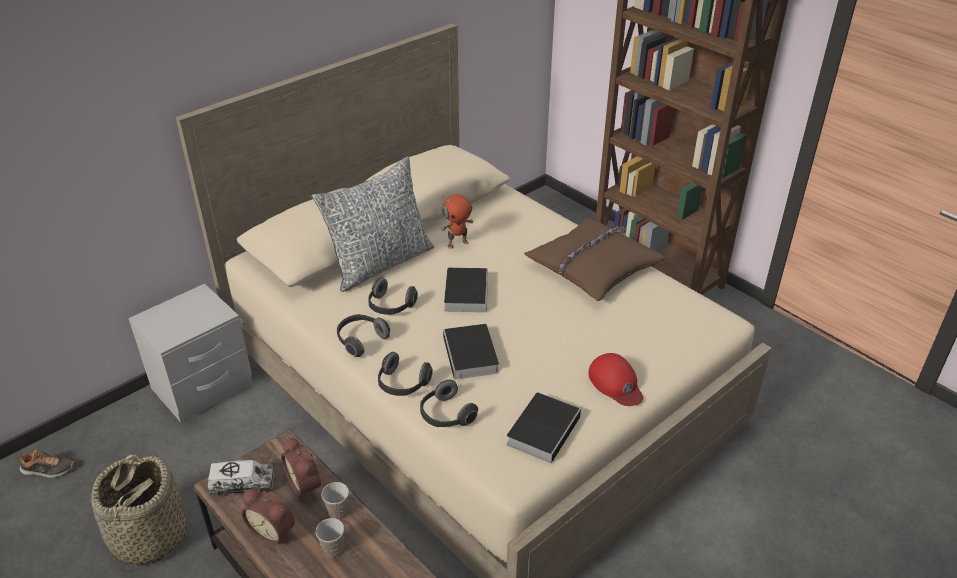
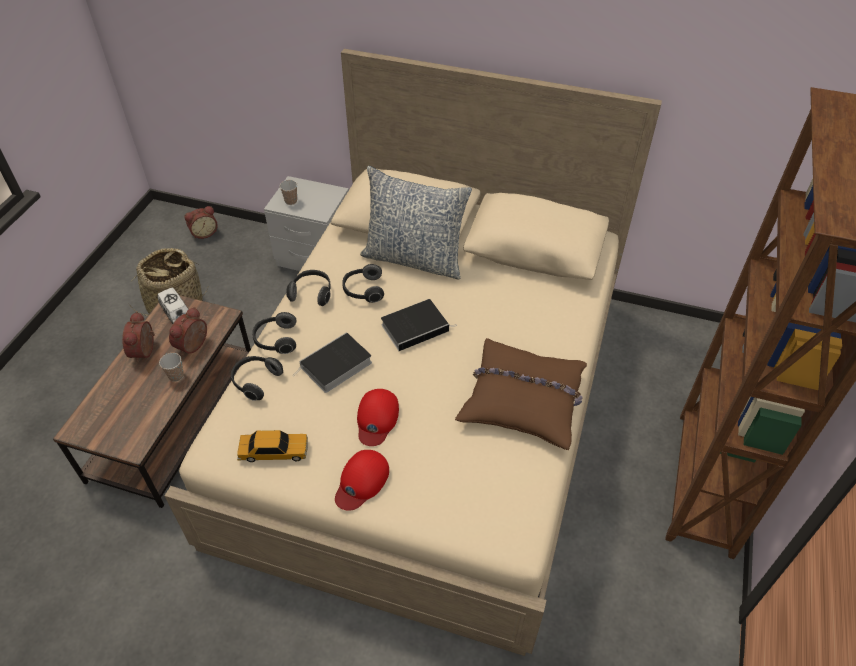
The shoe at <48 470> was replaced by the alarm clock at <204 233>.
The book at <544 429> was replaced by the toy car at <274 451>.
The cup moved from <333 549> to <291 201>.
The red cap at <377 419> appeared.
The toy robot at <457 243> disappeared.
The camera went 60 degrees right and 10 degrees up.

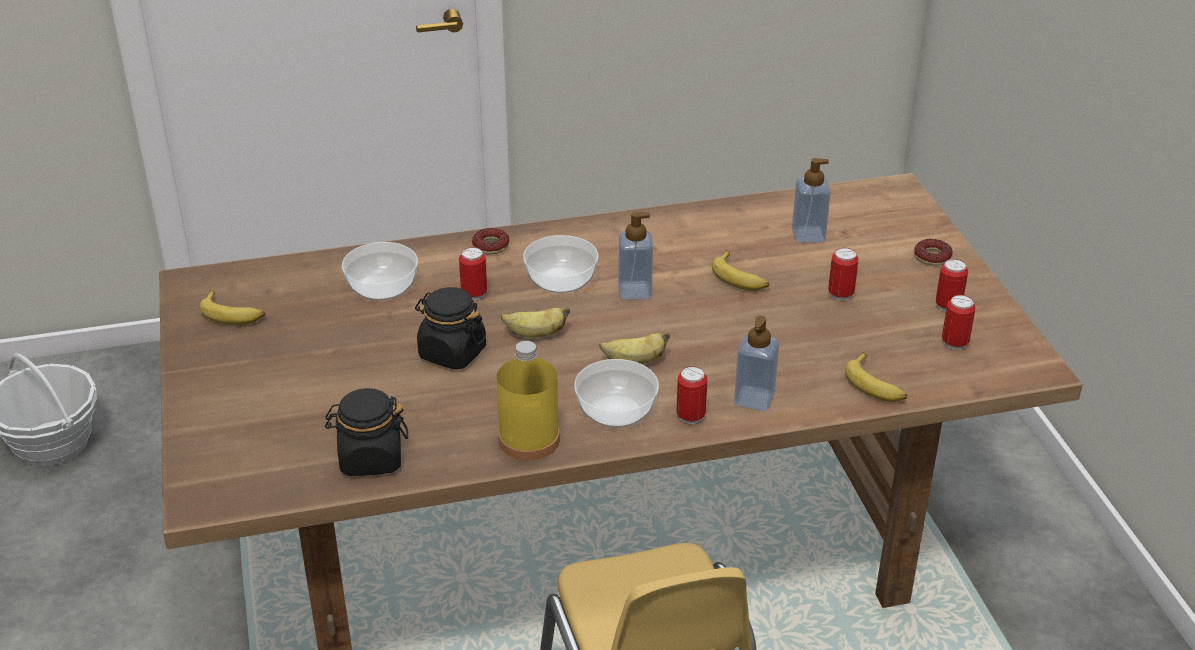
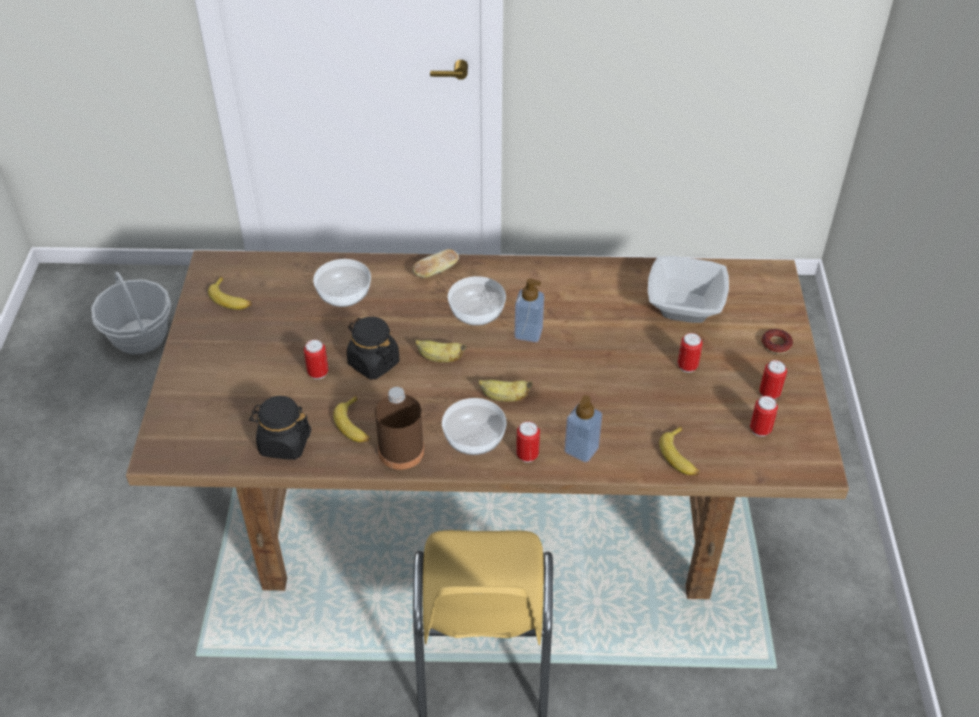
The can moved from <474 294> to <318 373>.
The banana moved from <740 278> to <354 425>.
The yellow bottle at <529 440> became the brown bottle at <401 451>.
The donut at <491 246> was replaced by the bread at <436 271>.
The soap dispenser at <808 235> was replaced by the bowl at <684 305>.
The camera went 15 degrees right and 10 degrees up.

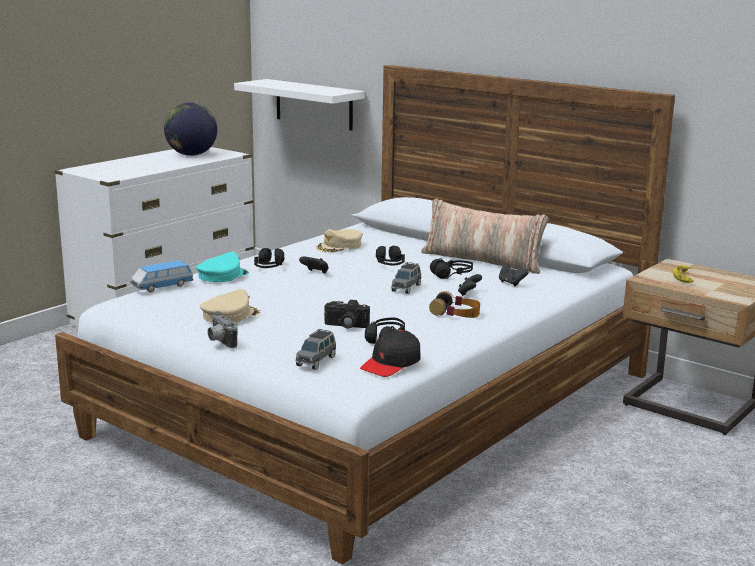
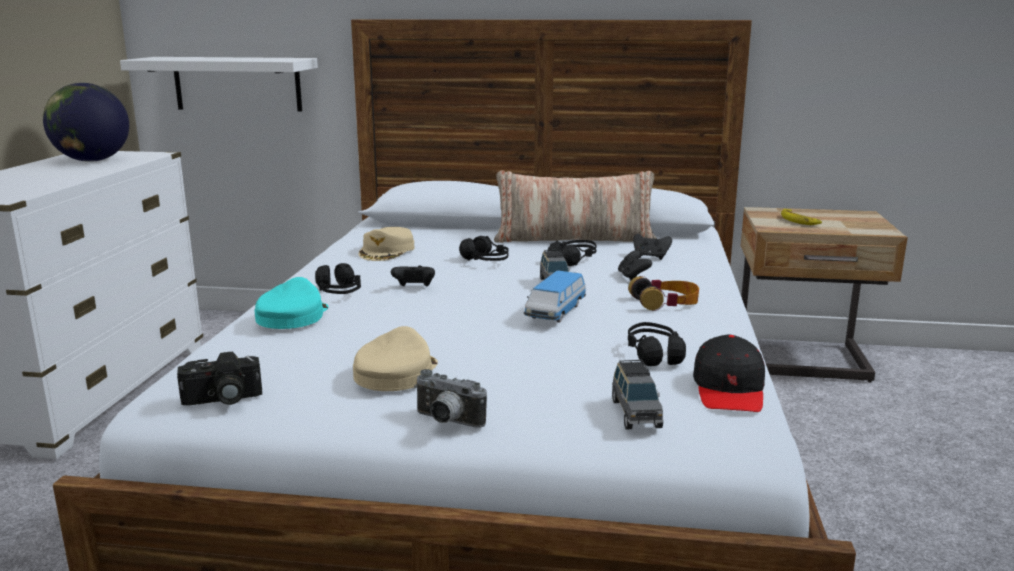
The photo camera moved from <345 326> to <222 399>.
The toy car moved from <162 286> to <555 312>.
The camera went 30 degrees left and 0 degrees up.

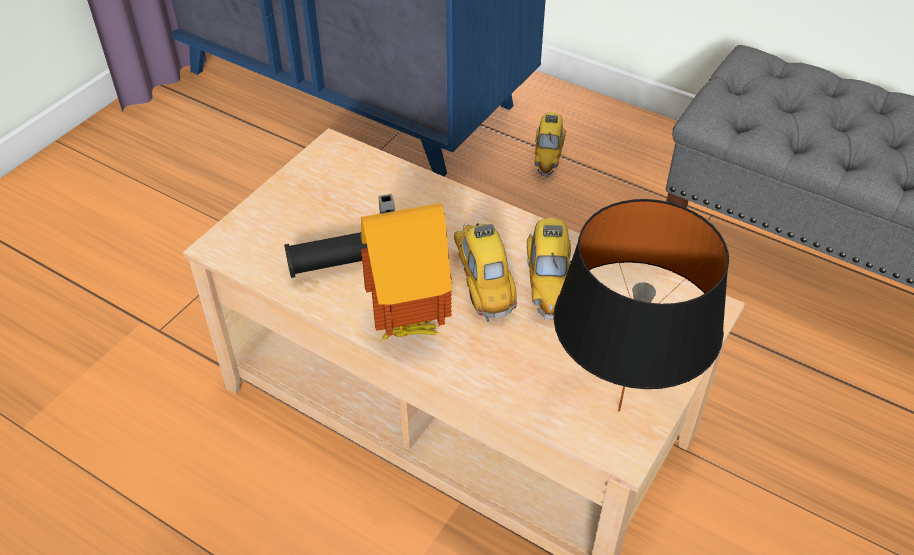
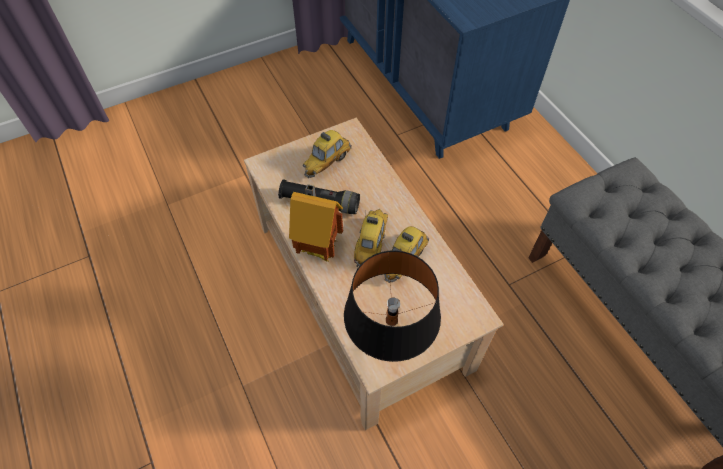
The toy car moved from <548 157> to <327 162>.
The camera went 30 degrees right and 10 degrees up.

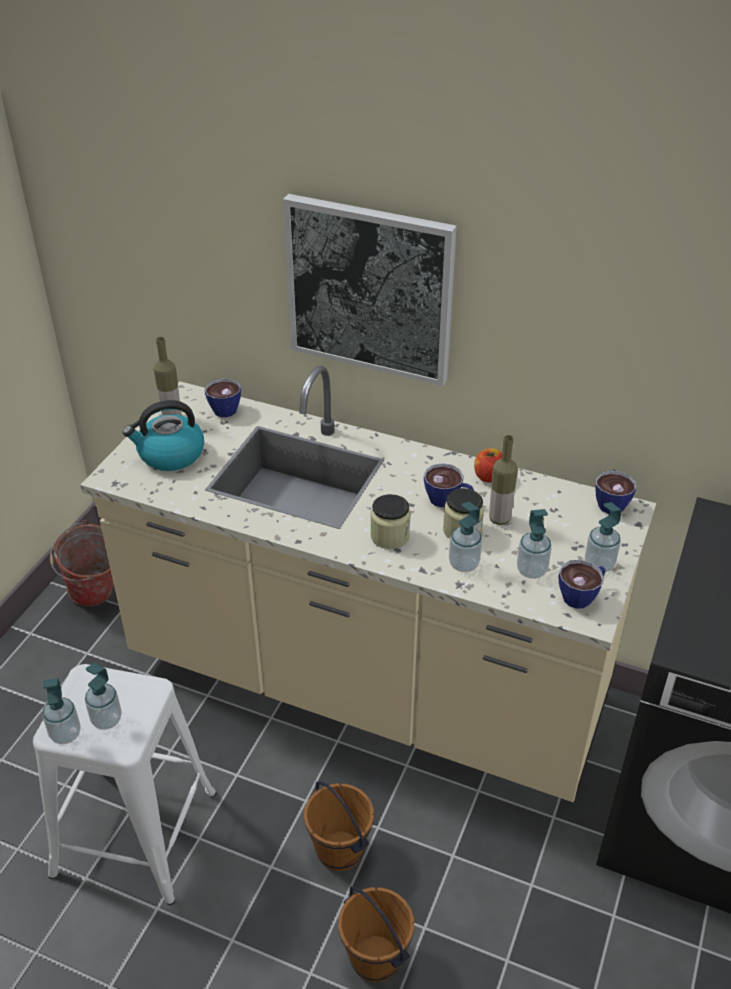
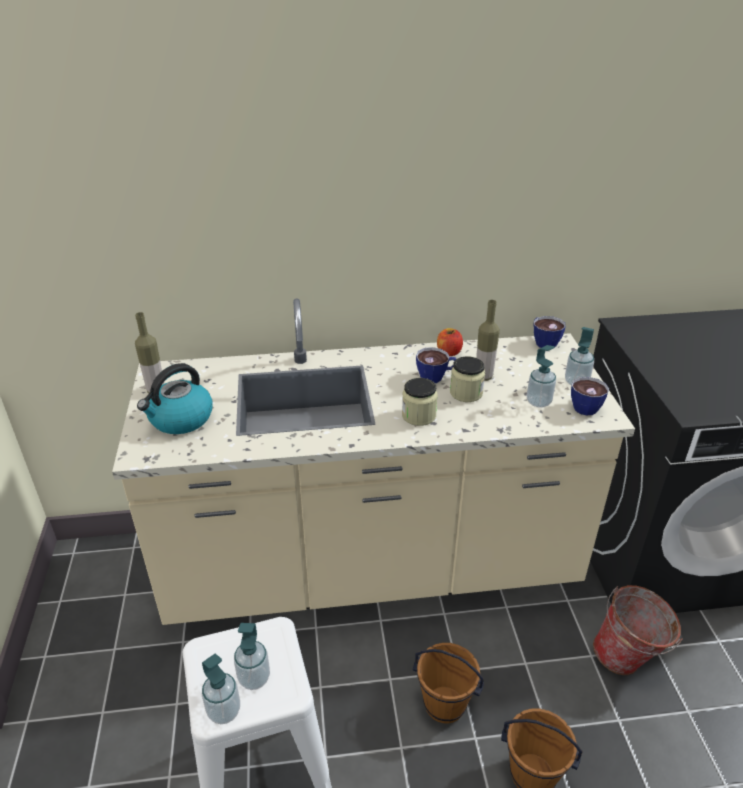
The bucket moved from <96 598> to <628 660>.
The cup at <223 407> disappeared.
The picture at <370 289> disappeared.
The soap dispenser at <463 564> disappeared.
The camera went 30 degrees left and 5 degrees down.

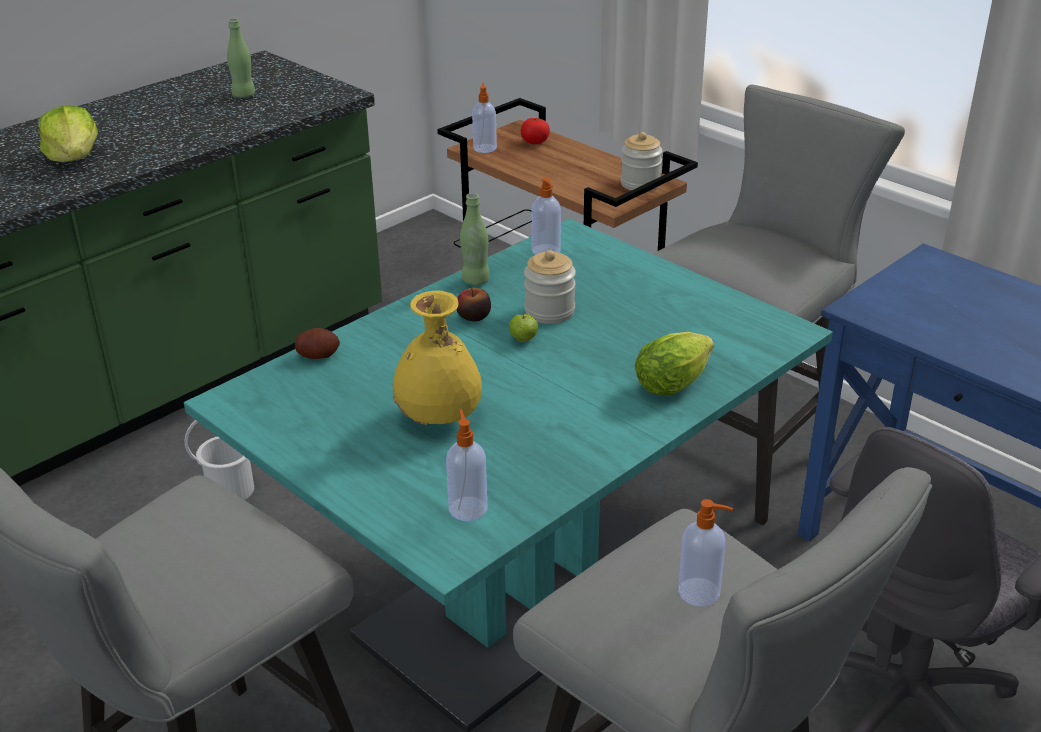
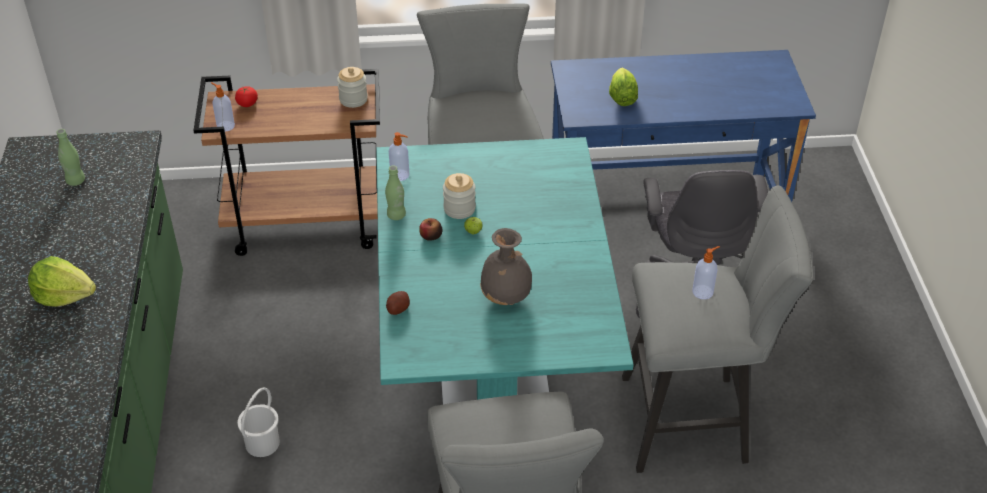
The yellow vase at <439 419> became the grey vase at <506 297>.
The lettuce moved from <676 382> to <622 96>.
The soap dispenser at <467 508> disappeared.
The camera went 50 degrees left and 10 degrees up.

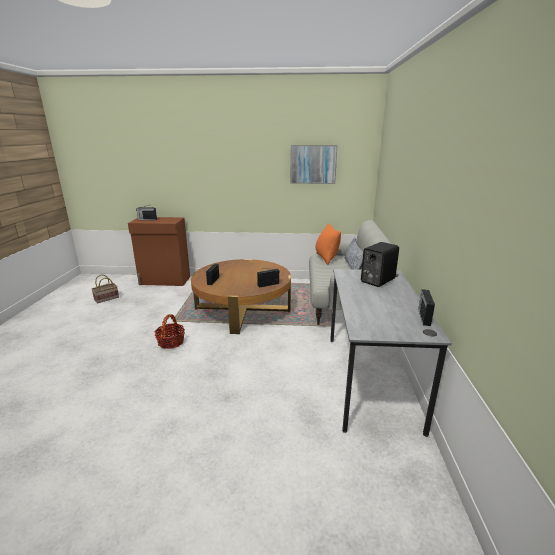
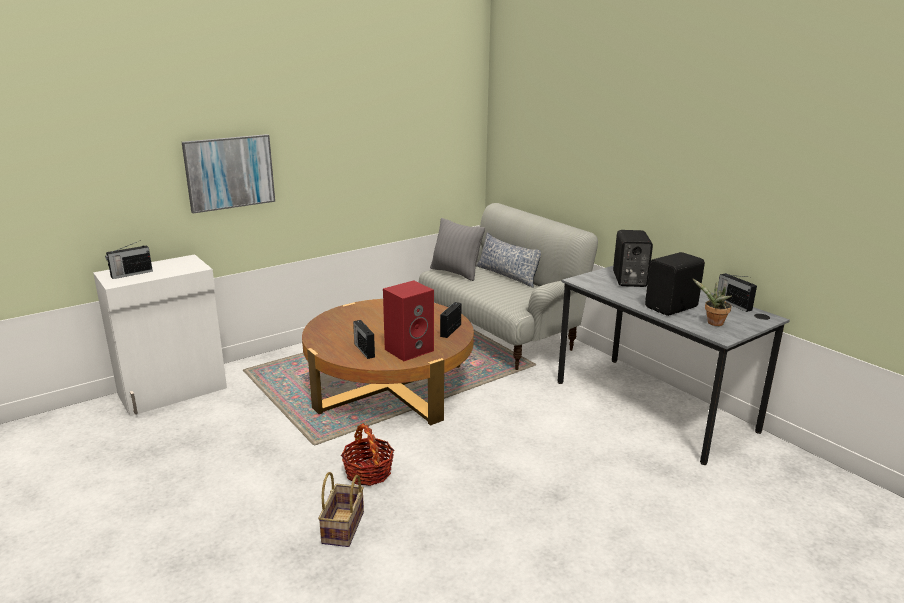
The brown cabinet at <165 281> became the white cabinet at <174 391>.
The picture moved from <313 164> to <229 172>.
The basket moved from <106 299> to <344 528>.
The red speaker at <409 349> appeared.
The orange pillow at <326 258> became the grey pillow at <456 273>.
The black speaker at <672 307> appeared.
The potted plant at <713 323> appeared.
The camera went 40 degrees left and 0 degrees up.

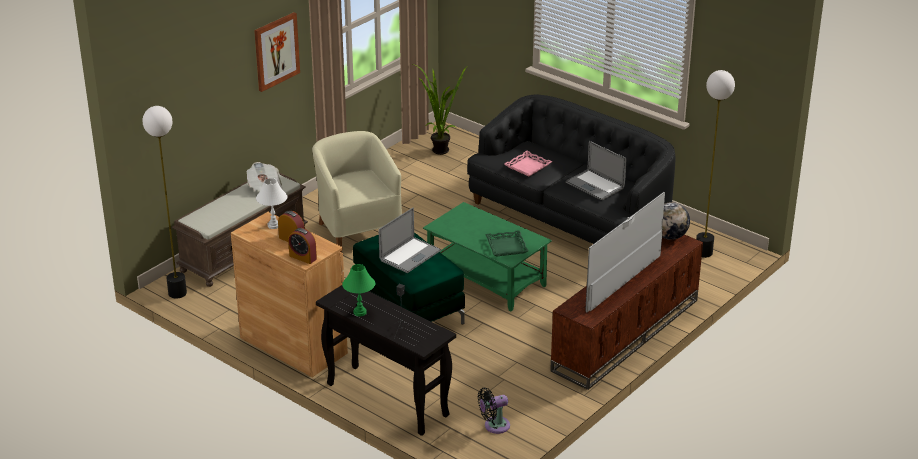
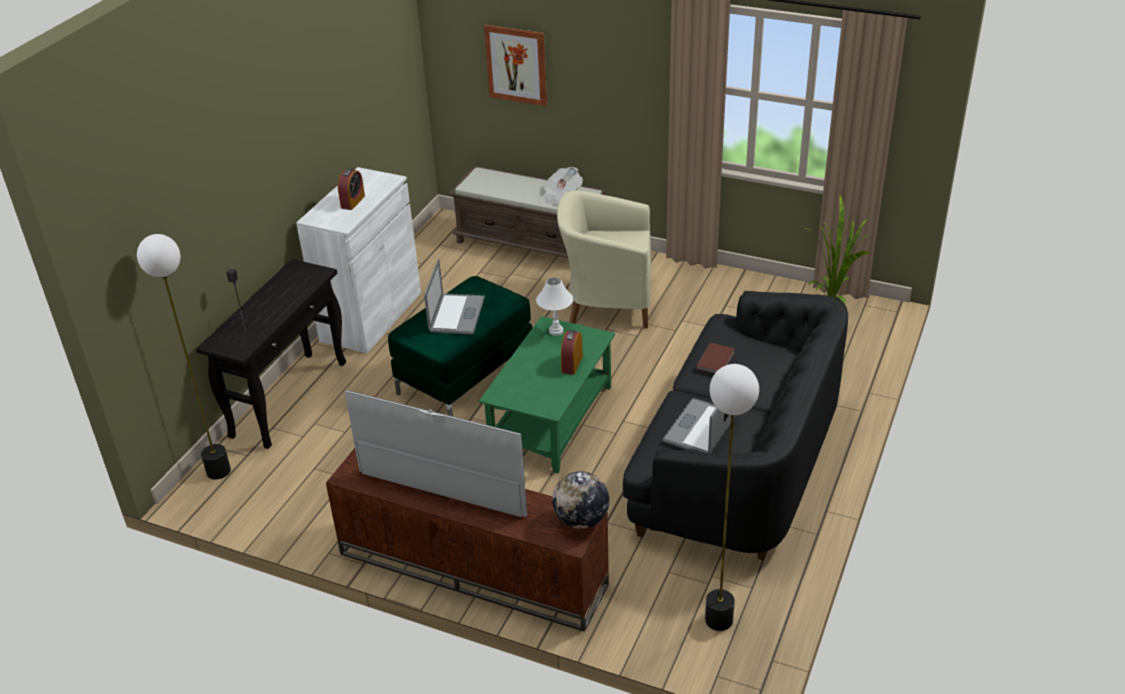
The floor lamp moved from <177 293> to <218 471>.
The brown cabinet at <293 345> became the white cabinet at <371 316>.
The laptop at <410 255> turned 105 degrees counterclockwise.
The picture moved from <276 51> to <516 64>.
The white table lamp moved from <274 225> to <556 331>.
The beige armchair at <357 231> turned 135 degrees counterclockwise.
The alarm clock moved from <303 257> to <572 364>.
The pink tray at <527 166> was replaced by the brown book at <716 360>.
The green table lamp at <359 312> disappeared.
The black fan at <494 426> disappeared.
The green tray at <507 247> disappeared.
The camera went 75 degrees right and 5 degrees up.

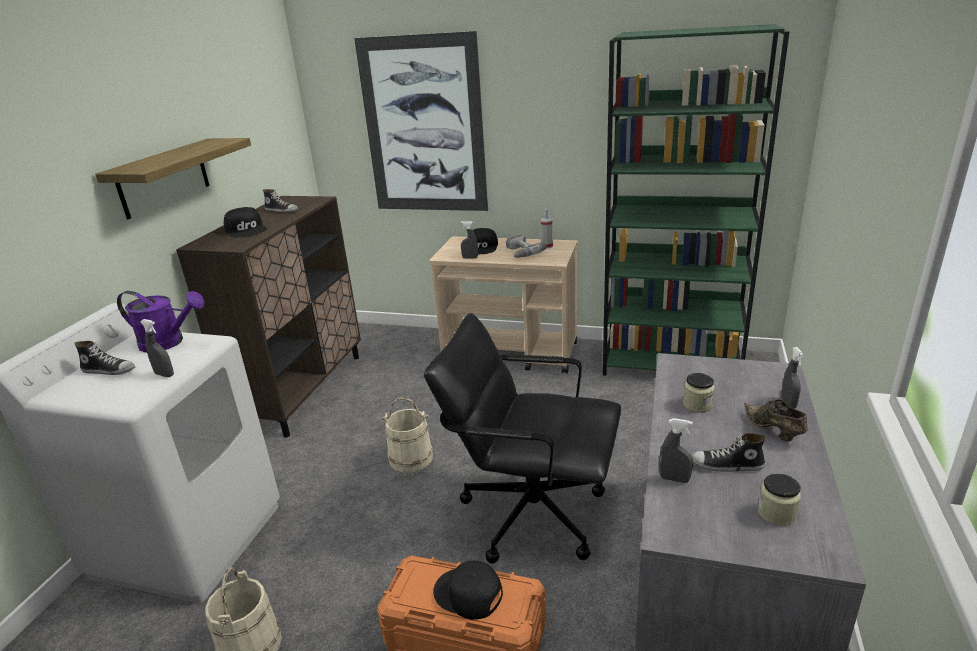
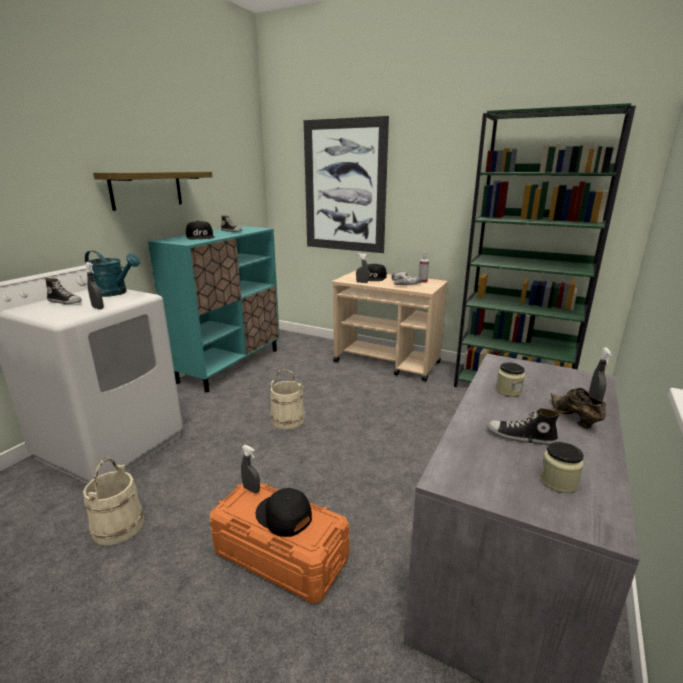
The purple watering can at <169 343> became the turquoise watering can at <115 293>.
The brown cabinet at <303 390> became the turquoise cabinet at <230 365>.
The grey spray bottle moved from <674 479> to <251 489>.
The black office chair at <531 512> disappeared.
The camera went 10 degrees right and 5 degrees down.

